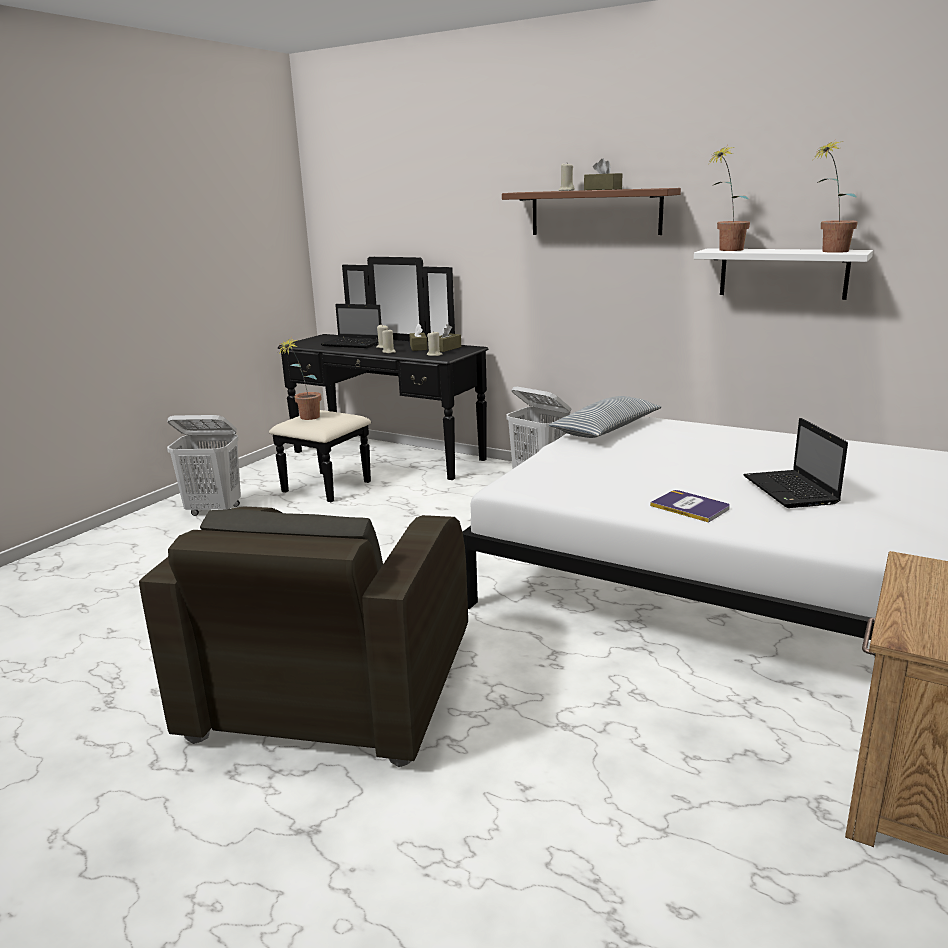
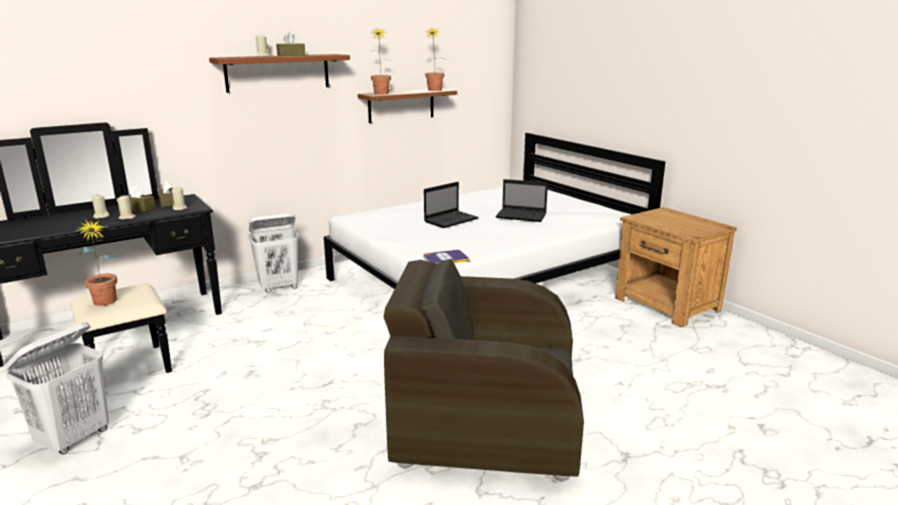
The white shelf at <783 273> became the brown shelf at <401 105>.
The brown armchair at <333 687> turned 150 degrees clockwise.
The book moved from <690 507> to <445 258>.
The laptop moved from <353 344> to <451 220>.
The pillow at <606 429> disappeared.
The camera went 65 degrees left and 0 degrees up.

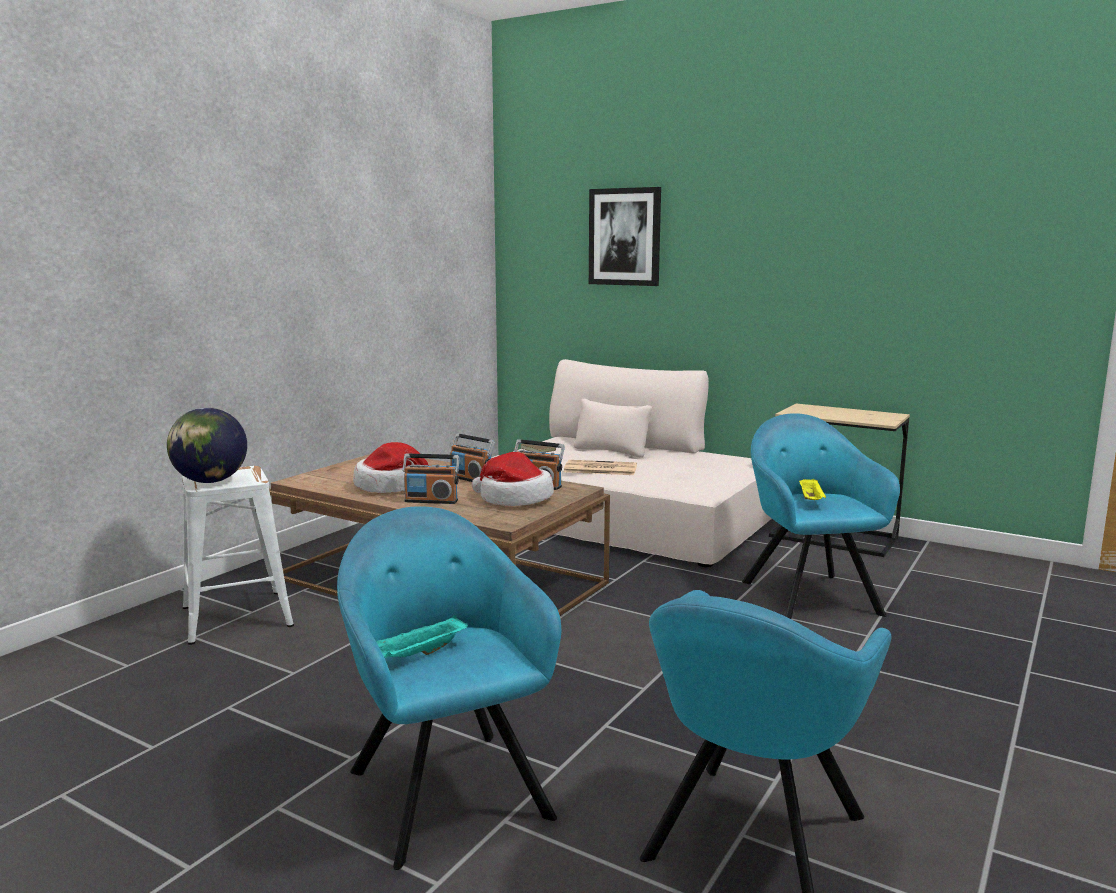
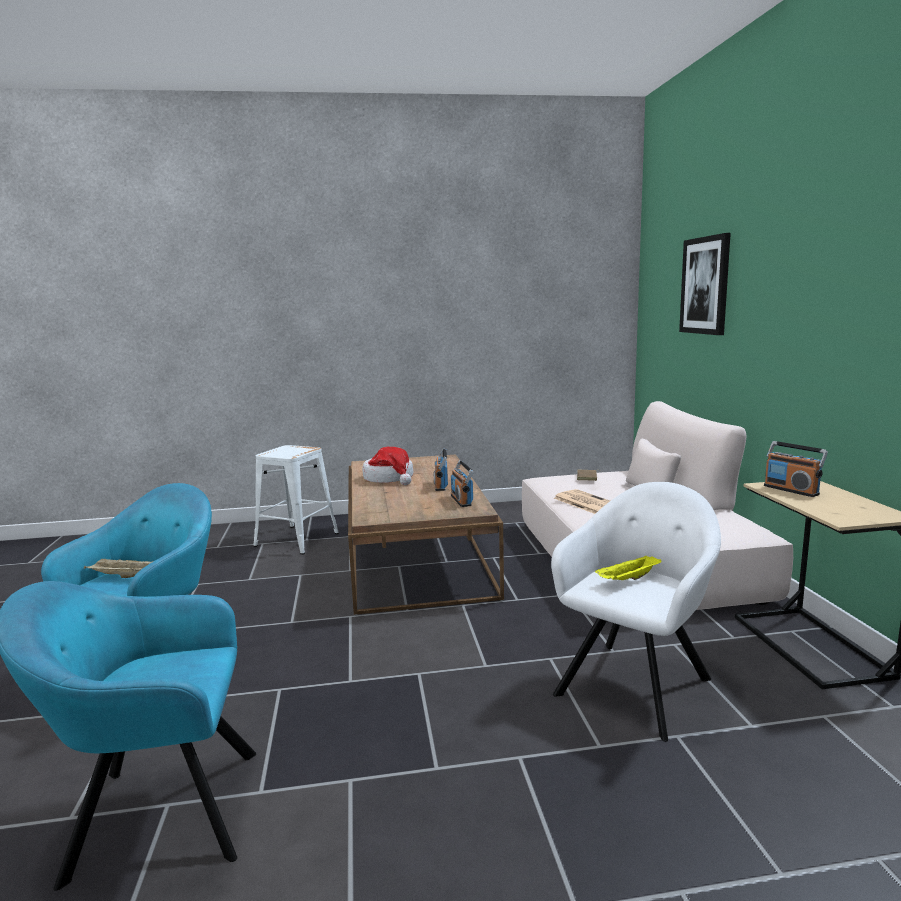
The turquoise tray at <418 655> became the beige tray at <120 576>.
The turquoise armchair at <807 595> became the white armchair at <636 683>.
The radio moved from <431 501> to <791 490>.
The globe at <210 481> disappeared.
The hat at <514 499> disappeared.
The camera went 50 degrees right and 0 degrees up.

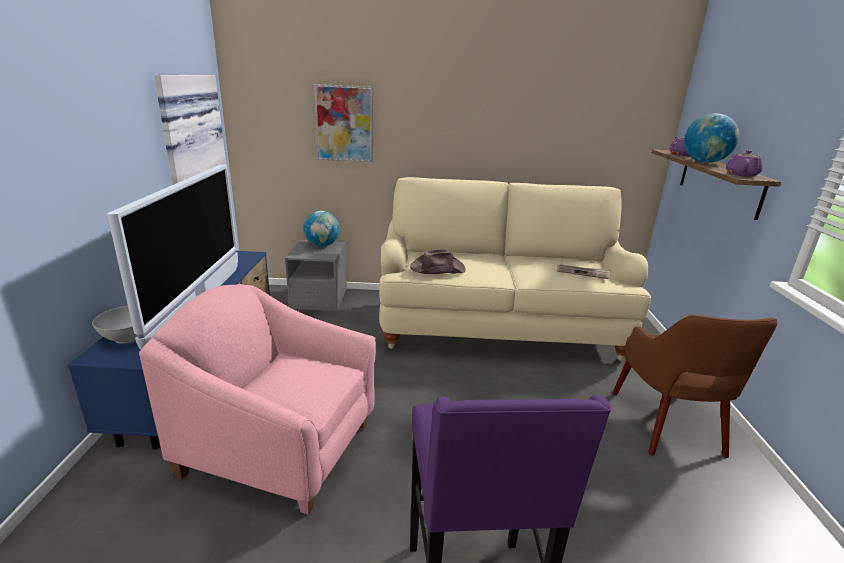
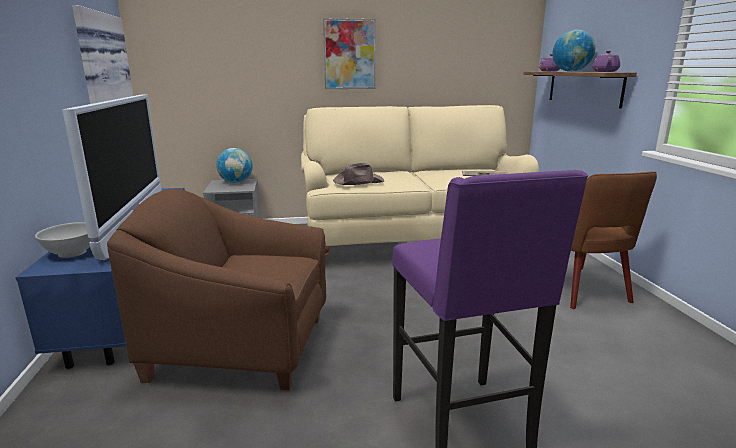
The pink armchair at <280 447> became the brown armchair at <241 346>.
The picture moved from <344 123> to <349 54>.
The camera went 10 degrees left and 5 degrees down.

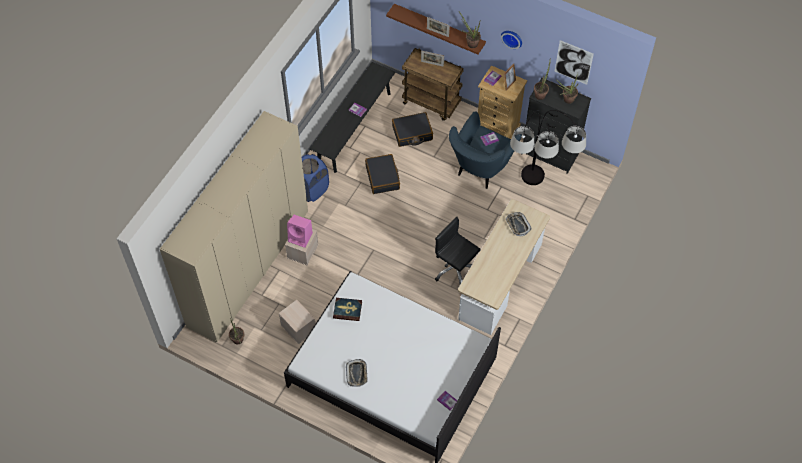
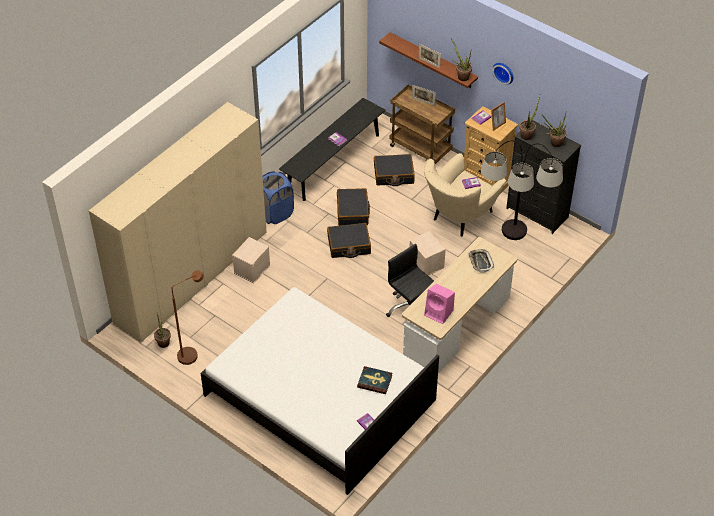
The brown floor lamp at <192 354> appeared.
The black suitcase at <349 245> appeared.
The book moved from <347 310> to <375 381>.
The beige storage box moved from <299 328> to <427 263>.
The blue armchair at <480 169> became the beige armchair at <459 218>.
The pink speaker moved from <301 237> to <439 313>.
The tray at <357 374> disappeared.
The picture at <573 62> disappeared.
The camera went 10 degrees right and 10 degrees down.

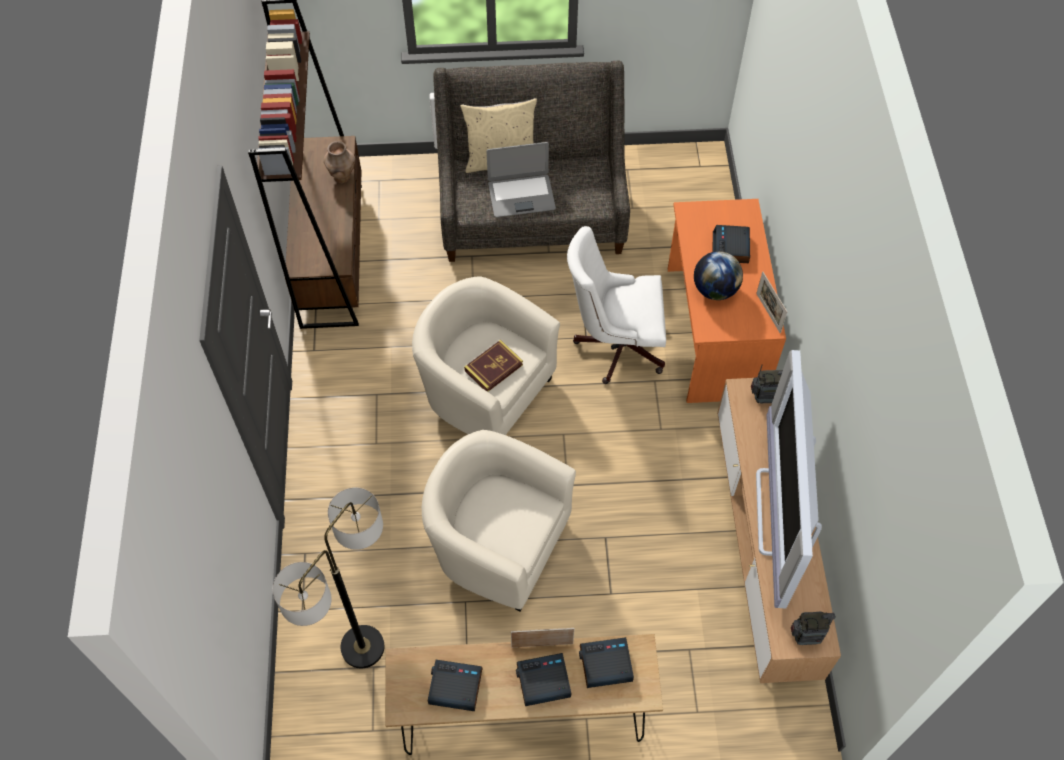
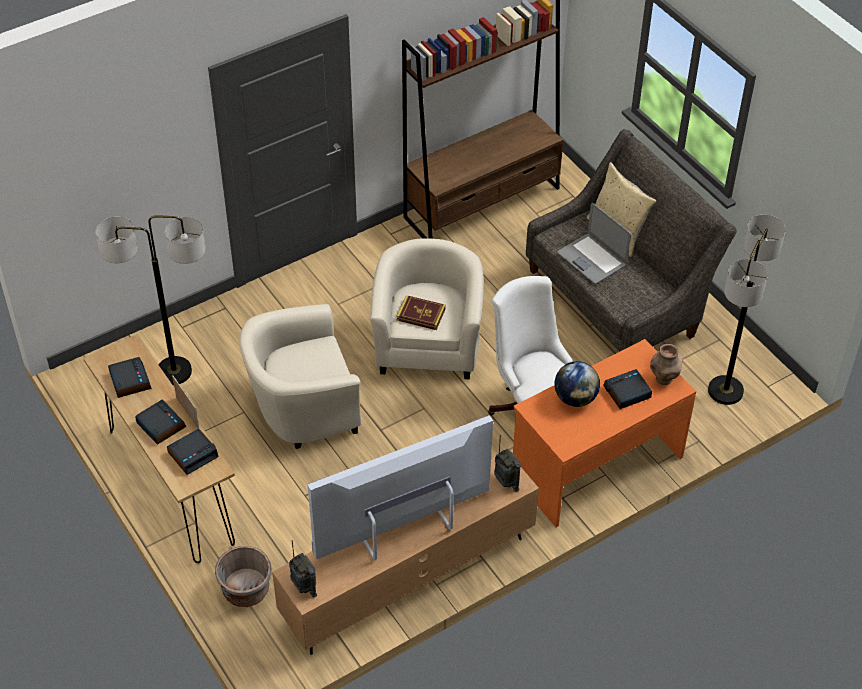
The alarm clock at <605 664> turned 90 degrees clockwise.
The grey planter at <246 589> appeared.
The beige armchair at <497 544> turned 105 degrees counterclockwise.
The brown vase moved from <342 177> to <663 379>.
The floor lamp at <725 391> appeared.
The picture frame at <768 313> disappeared.
The camera went 60 degrees right and 10 degrees down.

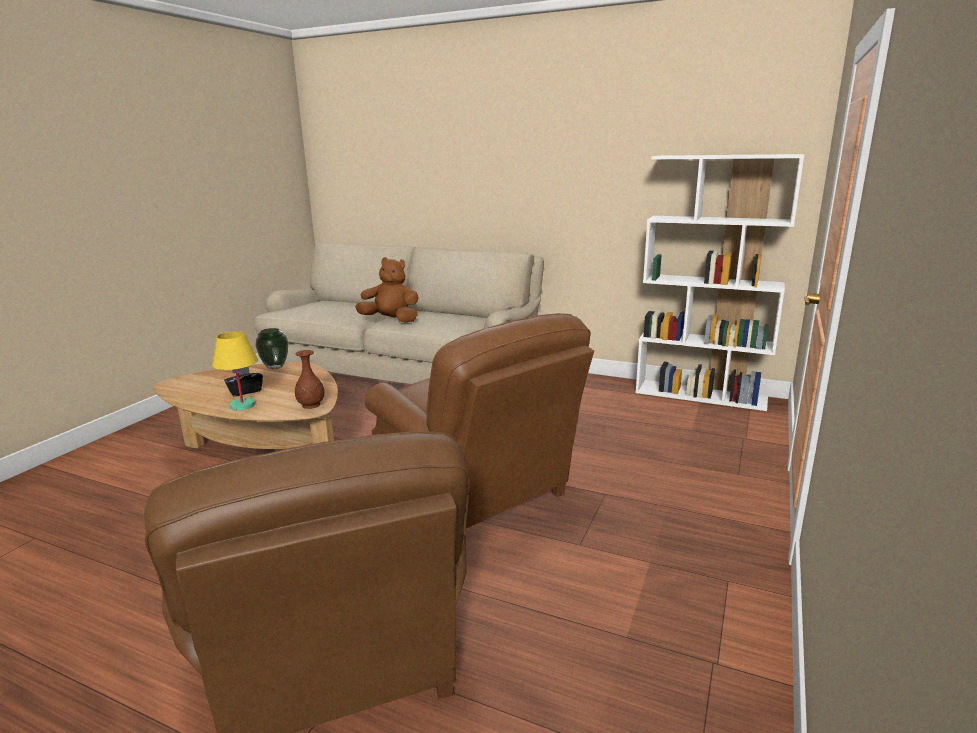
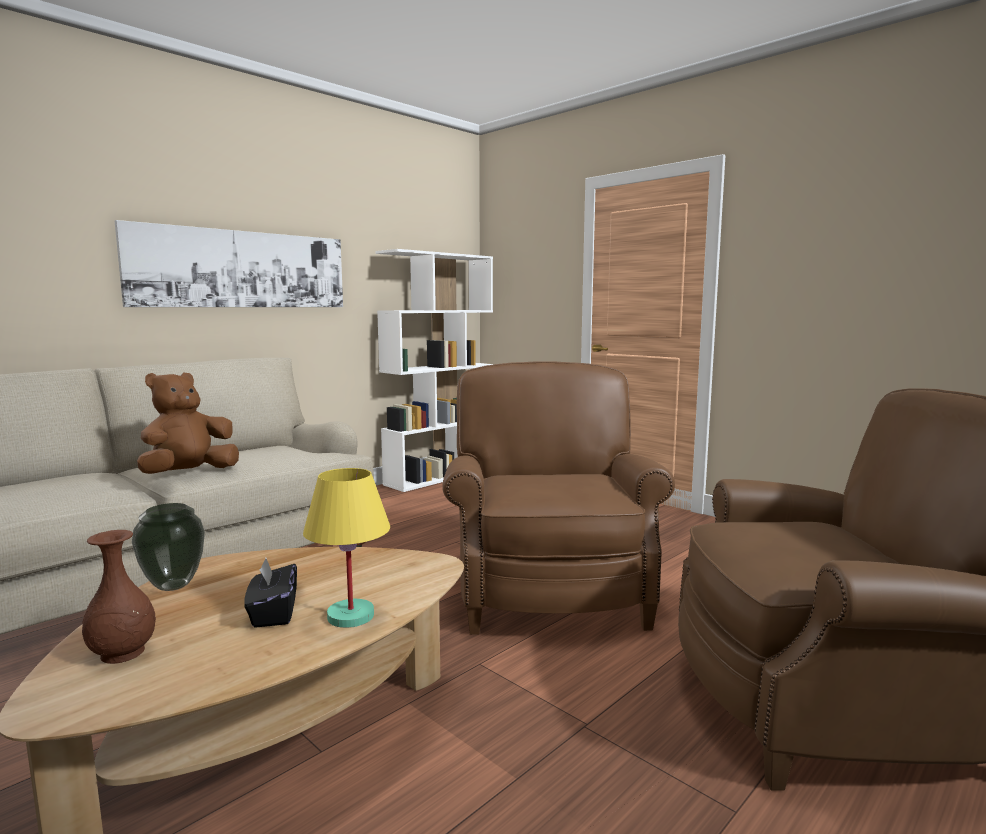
The brown vase moved from <310 405> to <122 653>.
The picture at <242 269> appeared.
The brown armchair at <477 494> turned 75 degrees counterclockwise.
The camera went 70 degrees left and 10 degrees down.

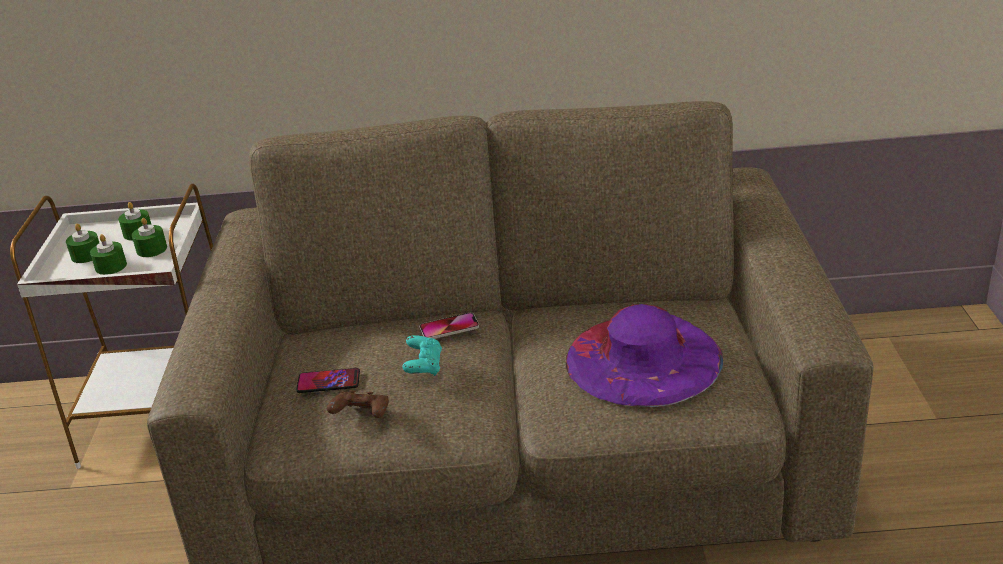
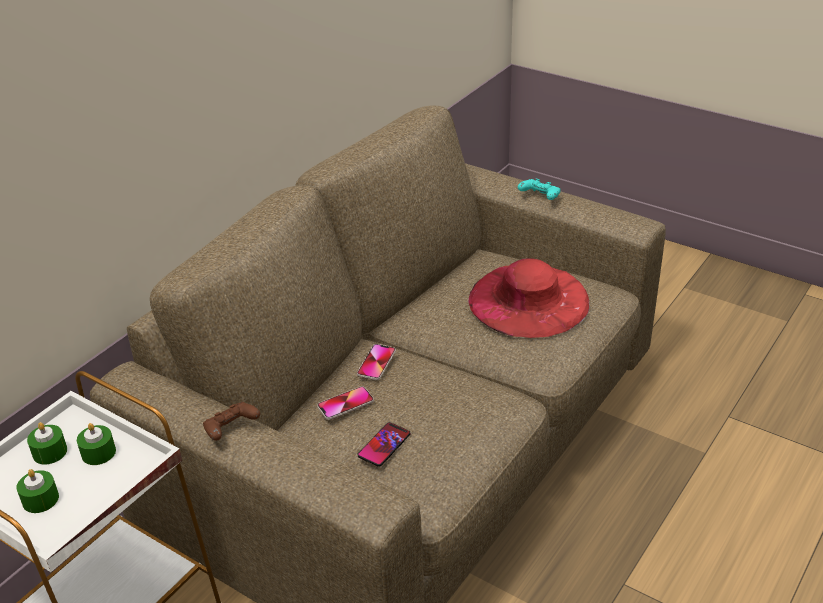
The brown game controller moved from <362 415> to <231 430>.
The phone at <345 404> appeared.
The purple hat at <643 358> became the red hat at <529 300>.
The turquoise game controller moved from <424 366> to <540 198>.
The green candle at <111 266> disappeared.
The camera went 55 degrees left and 5 degrees up.

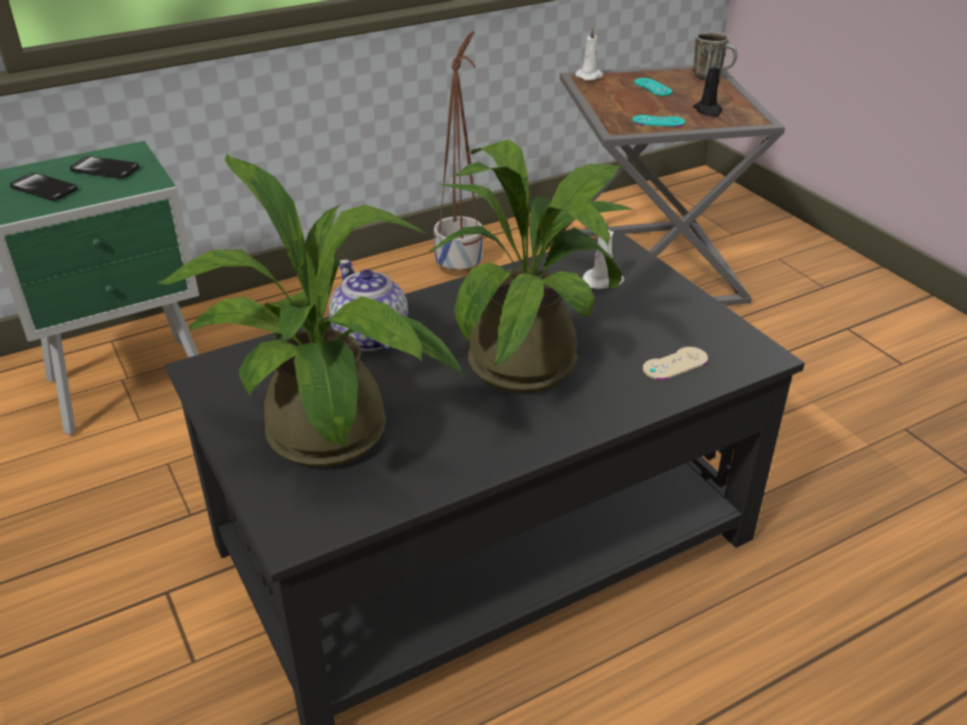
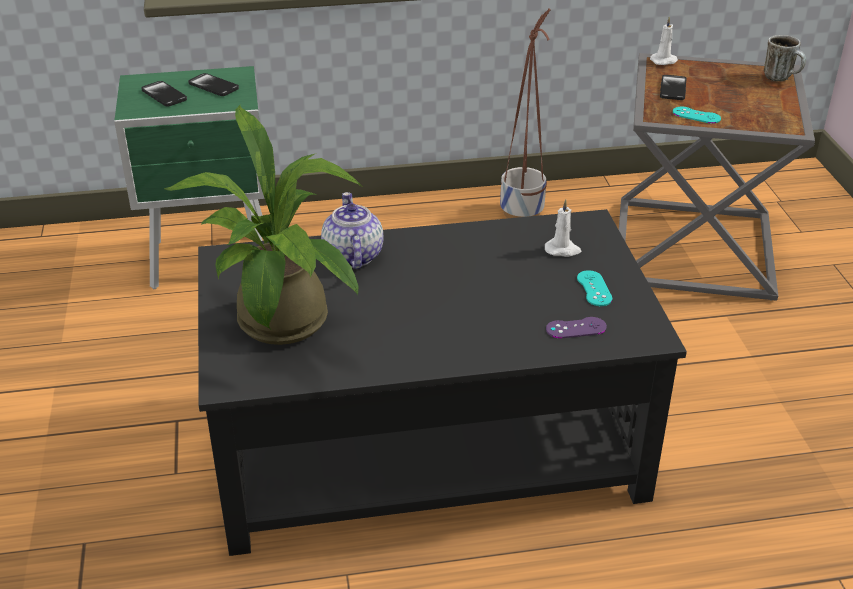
The beige game controller at <675 364> became the purple game controller at <576 328>.
The turquoise game controller moved from <652 87> to <594 288>.
The phone at <673 89> appeared.
The potted plant at <534 360> disappeared.
The black candle at <708 111> disappeared.
The camera went 20 degrees right and 0 degrees up.

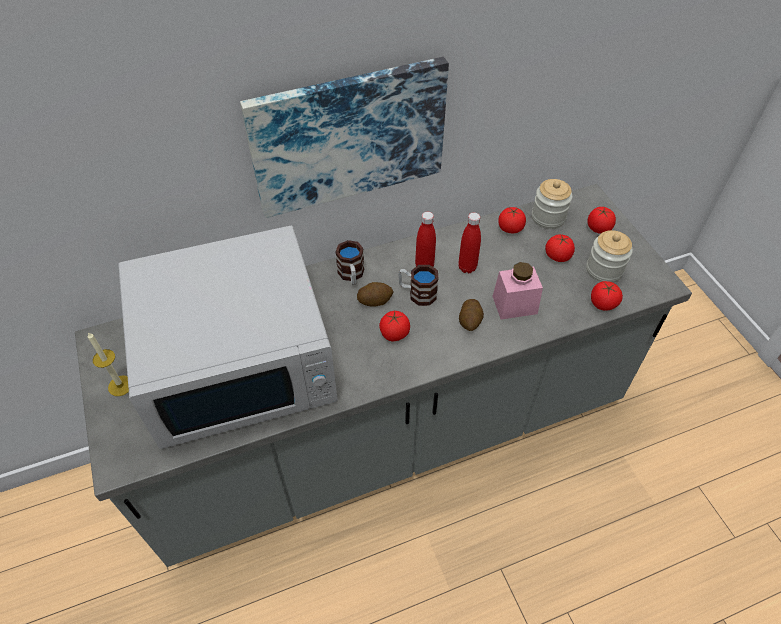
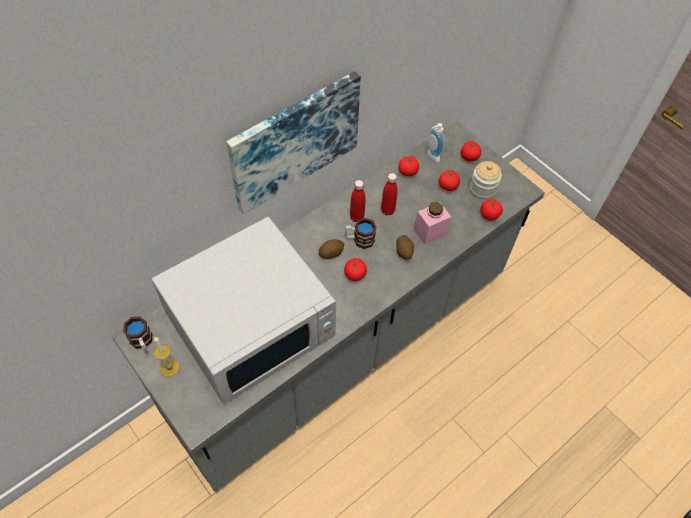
The mug moved from <351 275> to <142 342>.
The jar at <548 217> was replaced by the soap dispenser at <431 157>.
The camera went 20 degrees left and 5 degrees up.

